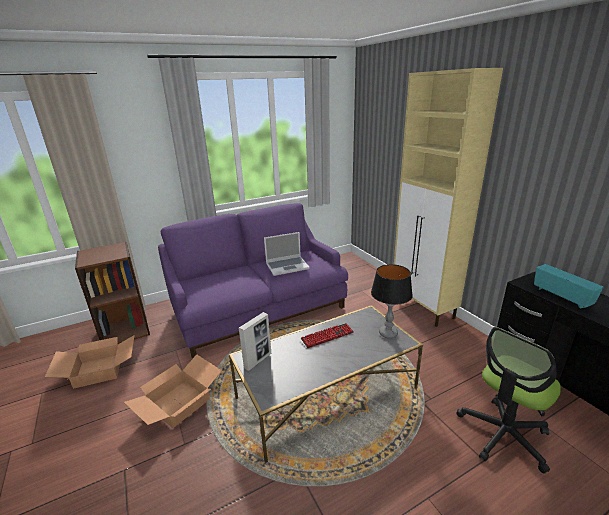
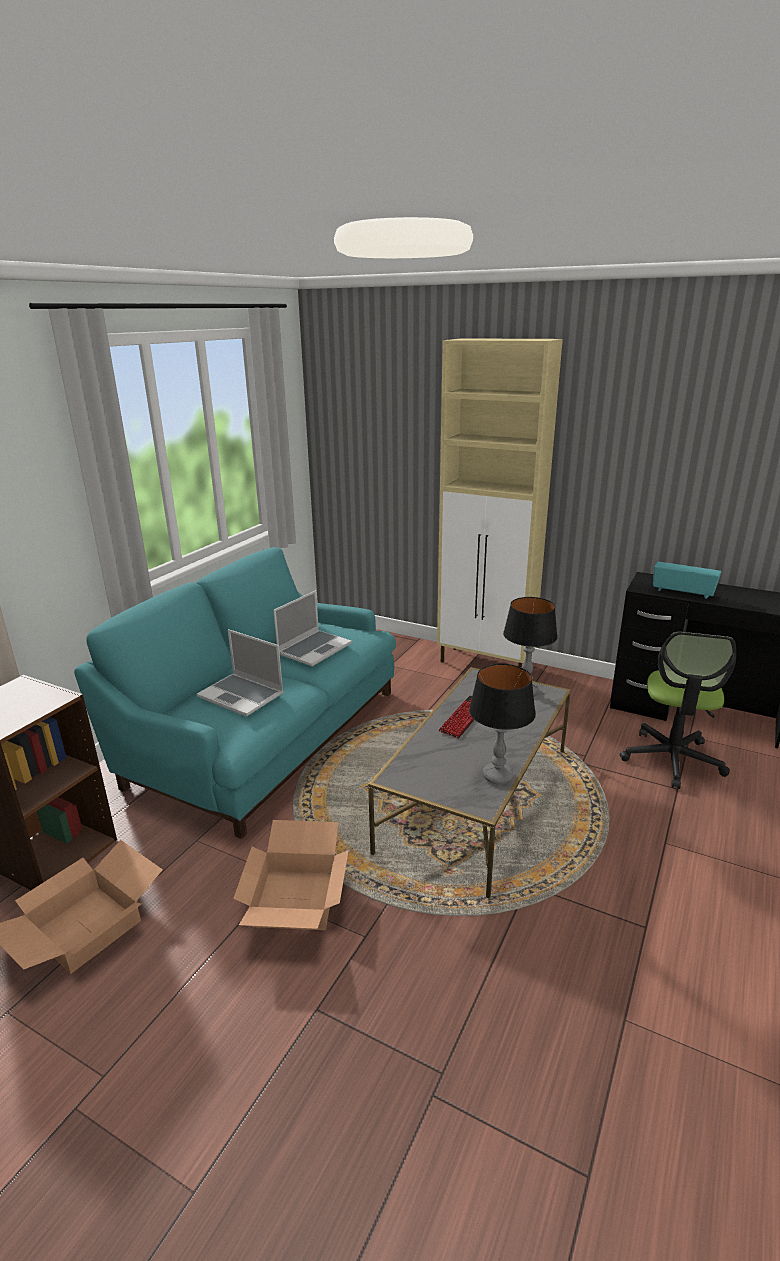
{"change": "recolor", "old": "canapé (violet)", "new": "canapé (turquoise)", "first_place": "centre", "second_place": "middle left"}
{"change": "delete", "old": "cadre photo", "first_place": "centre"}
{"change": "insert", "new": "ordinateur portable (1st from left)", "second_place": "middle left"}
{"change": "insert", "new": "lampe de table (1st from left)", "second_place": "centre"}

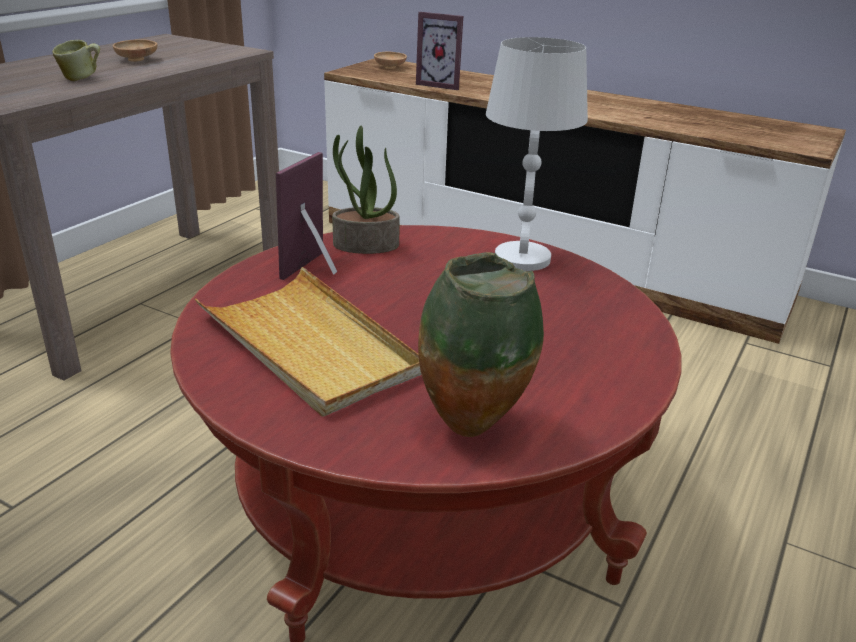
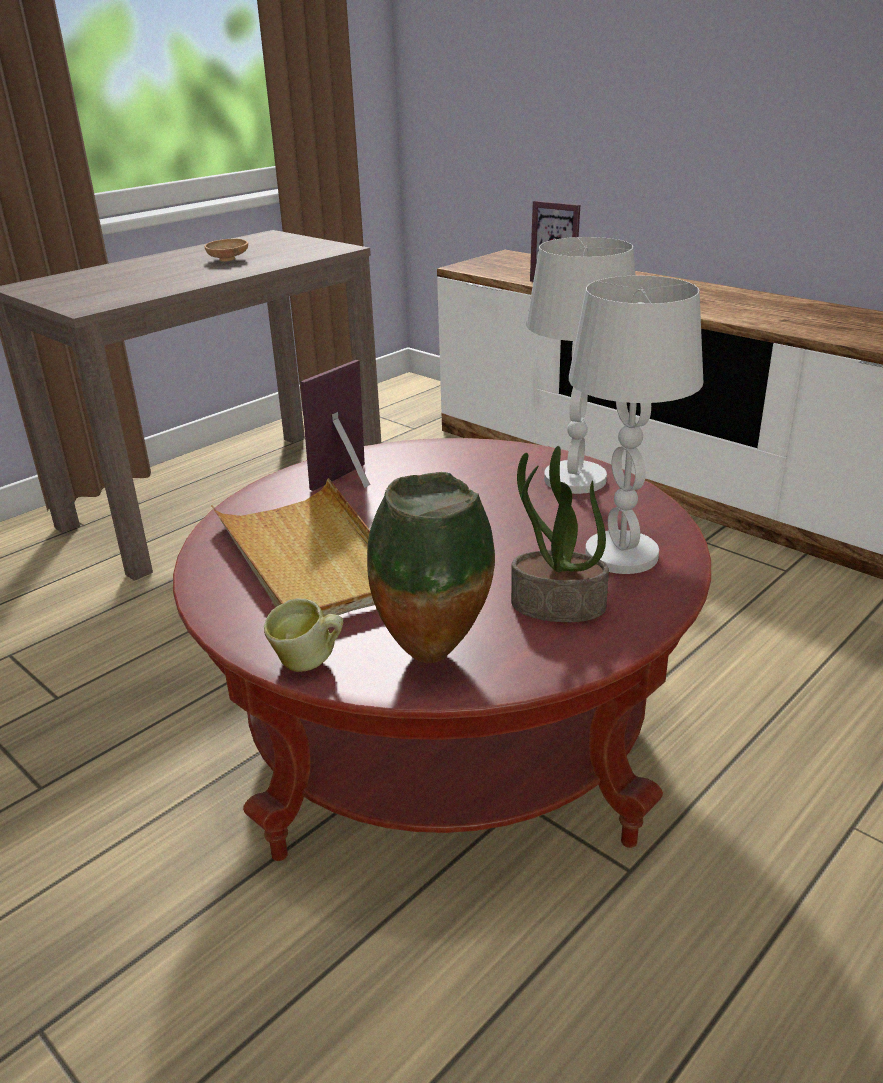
{"change": "move", "old": "mug", "first_place": "top left", "second_place": "centre"}
{"change": "move", "old": "plante en pot", "first_place": "top centre", "second_place": "centre"}
{"change": "delete", "old": "bol (marron) (2nd from left)", "first_place": "top centre"}
{"change": "insert", "new": "lampe de table (blanc) (2nd from left)", "second_place": "middle right"}

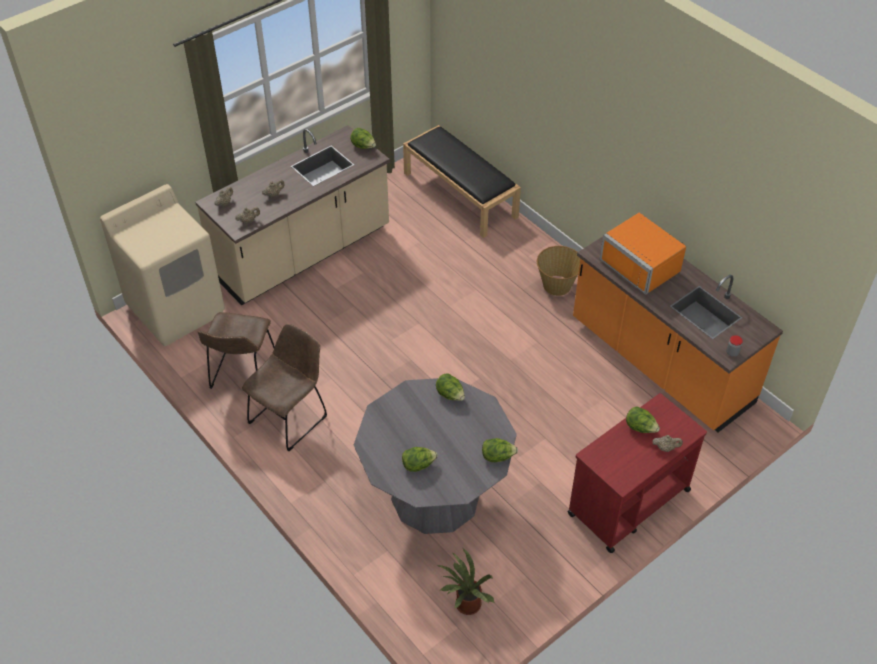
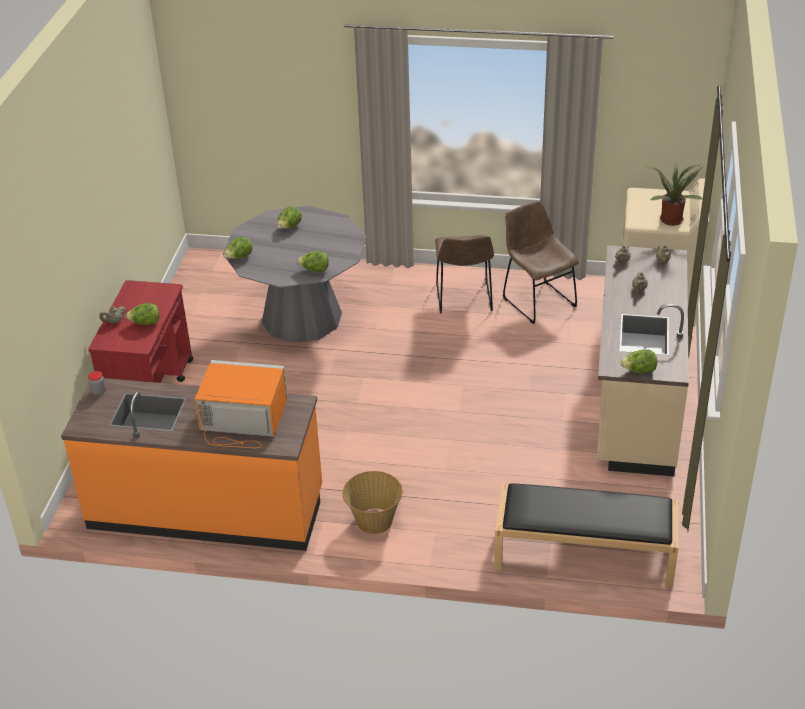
{"change": "move", "old": "plante en pot", "first_place": "bottom centre", "second_place": "top right"}

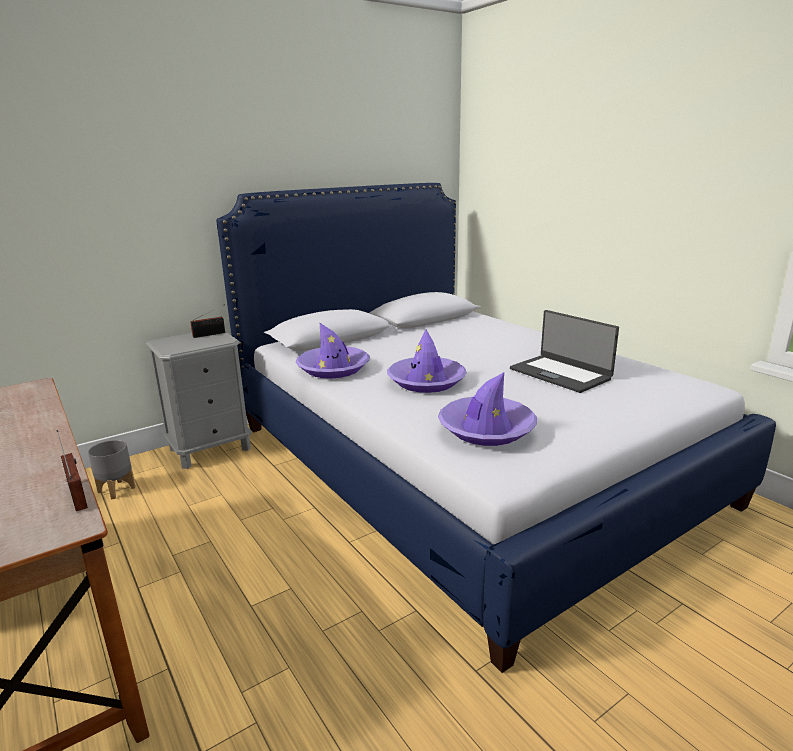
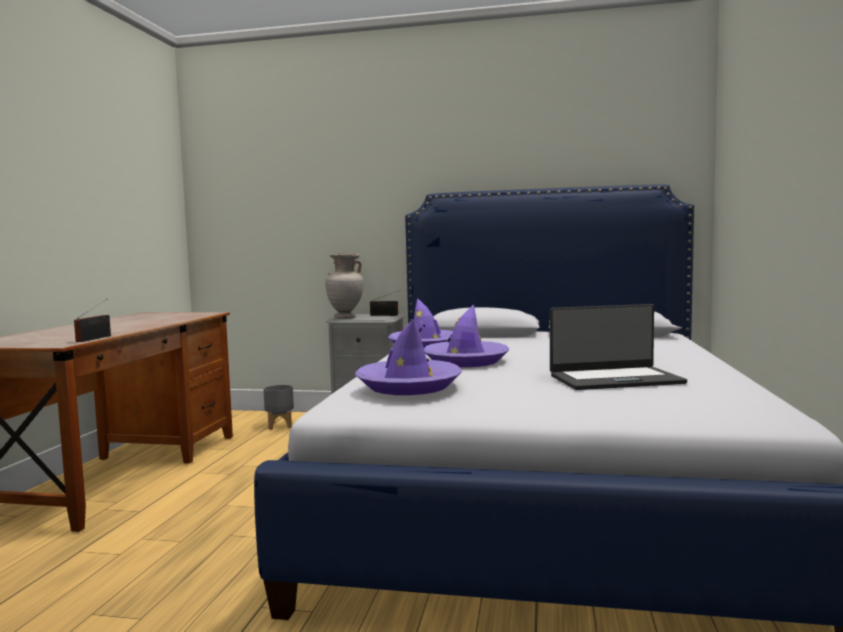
{"change": "rotate", "old": "ordinateur portable", "first_place": "middle right", "second_place": "middle right", "degrees": -105}
{"change": "insert", "new": "vase (beige)", "second_place": "centre"}

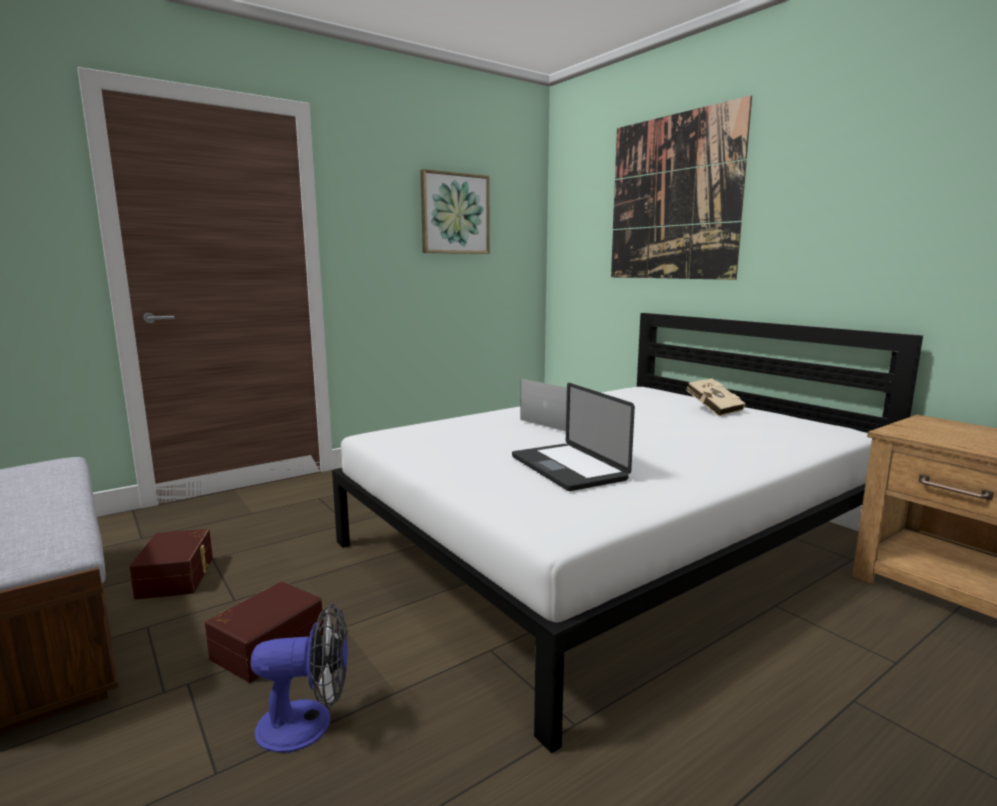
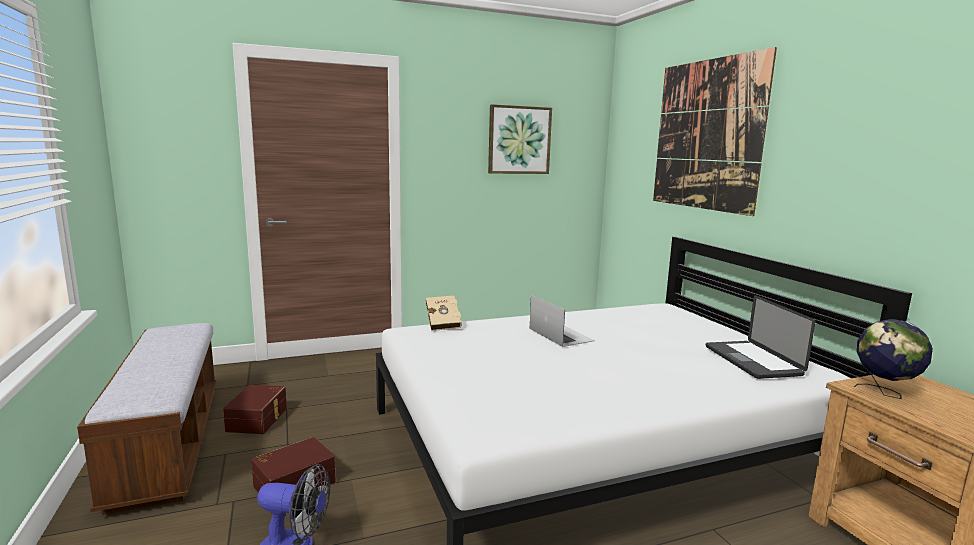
{"change": "move", "old": "ordinateur portable (2nd from left)", "first_place": "centre", "second_place": "middle right"}
{"change": "move", "old": "livre (beige)", "first_place": "middle right", "second_place": "centre"}
{"change": "insert", "new": "globe", "second_place": "middle right"}

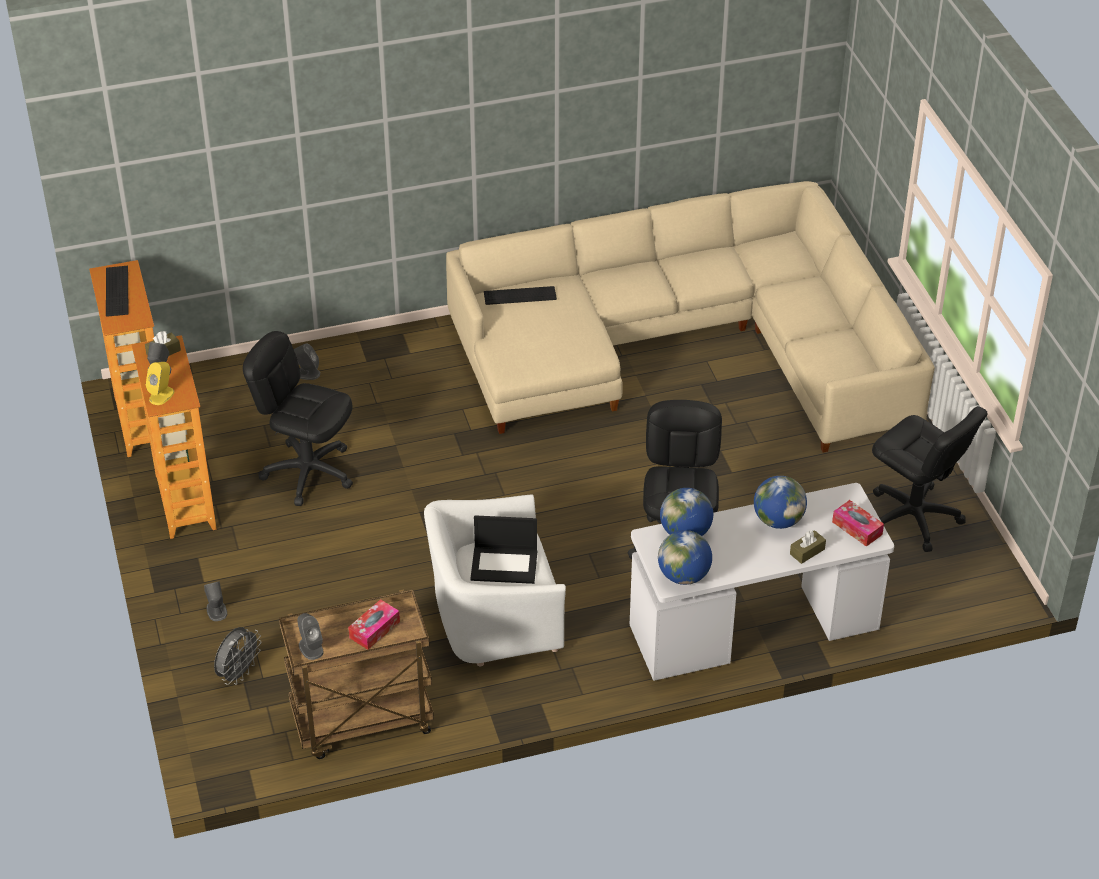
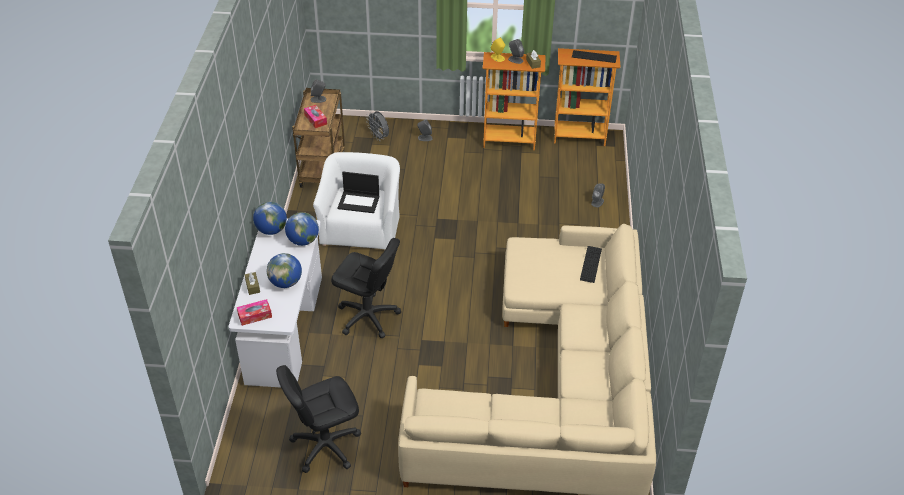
{"change": "delete", "old": "chaise de bureau (noir) (1st from left)", "first_place": "middle left"}
{"change": "rotate", "old": "ordinateur portable", "first_place": "centre", "second_place": "centre", "degrees": -105}

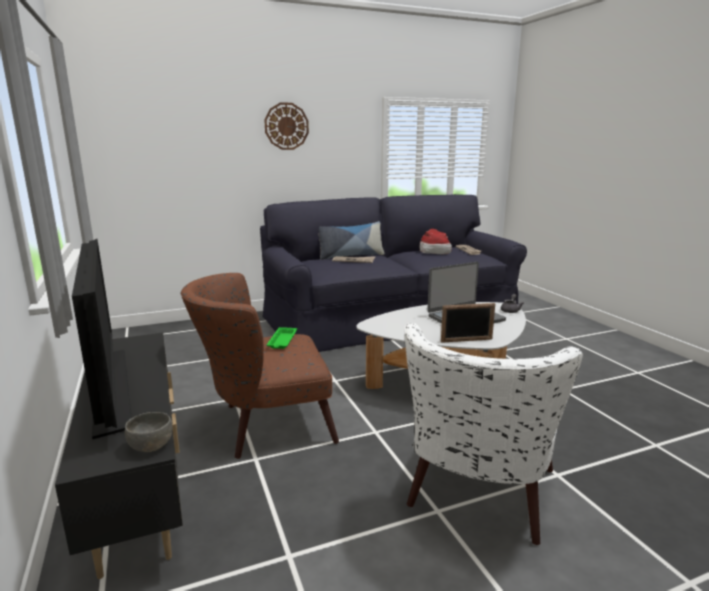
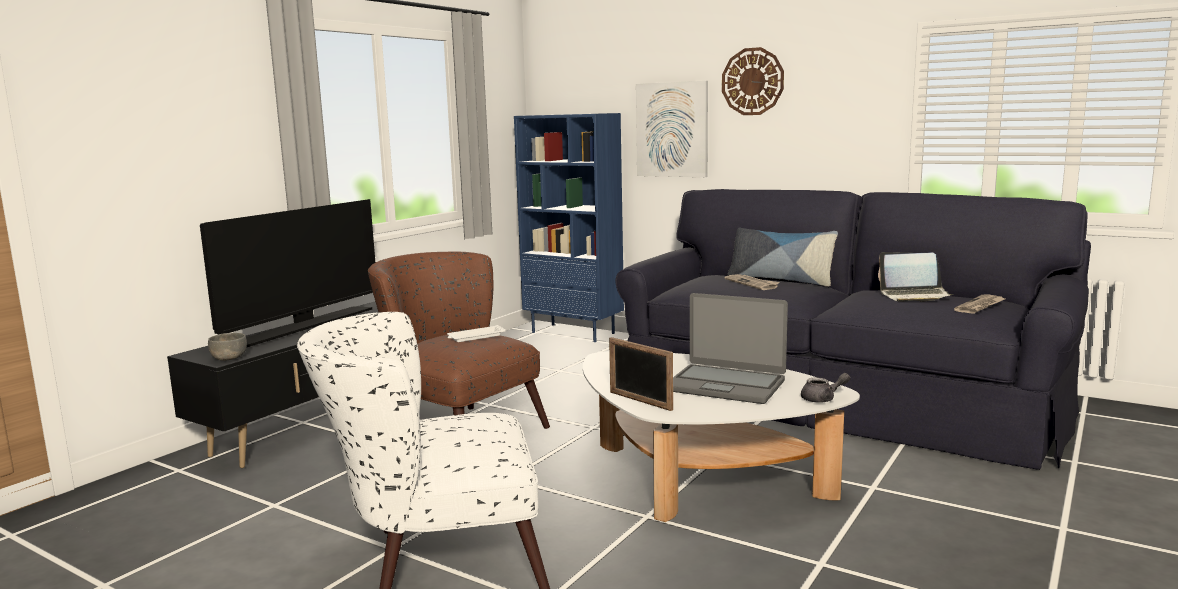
{"change": "recolor", "old": "plateau (vert)", "new": "plateau (blanc)", "first_place": "centre", "second_place": "centre"}
{"change": "replace", "old": "chapeau", "new": "ordinateur portable (2nd from left)", "first_place": "centre", "second_place": "middle right"}
{"change": "insert", "new": "bibliothèque (bleu)", "second_place": "centre"}
{"change": "insert", "new": "tableau", "second_place": "top centre"}

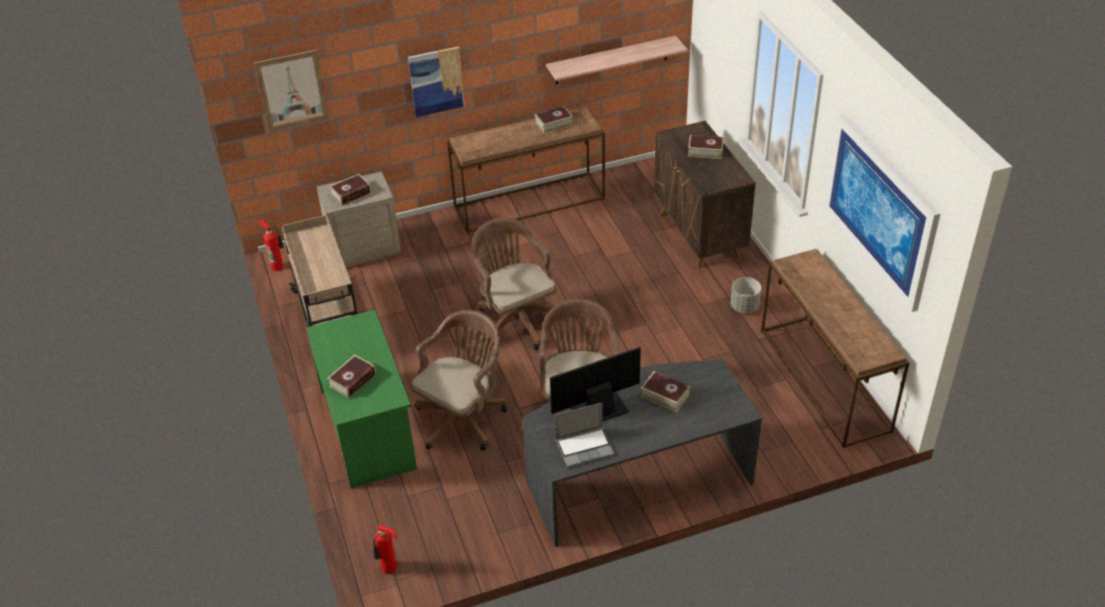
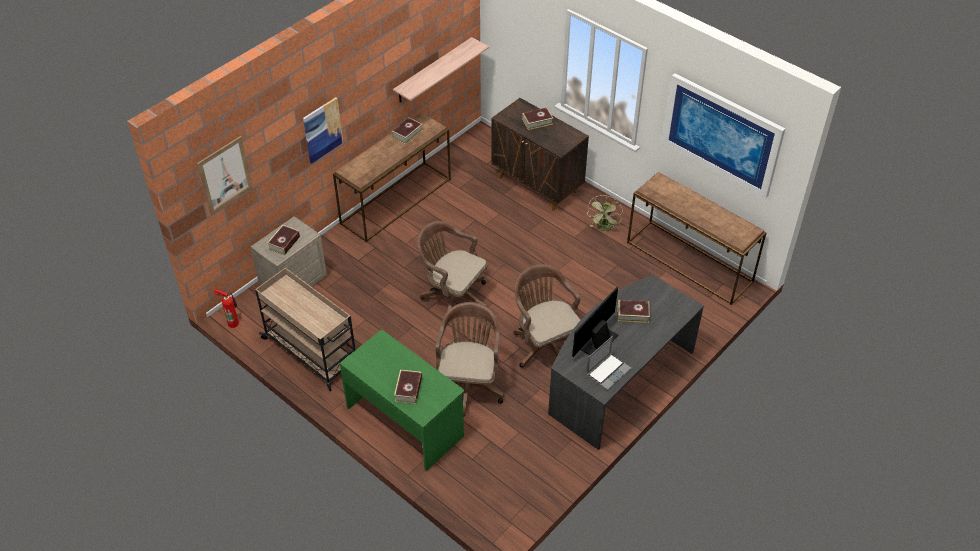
{"change": "delete", "old": "extincteur (2nd from left)", "first_place": "bottom centre"}
{"change": "replace", "old": "cache-pot (gris)", "new": "ventilateur (vert)", "first_place": "middle right", "second_place": "centre"}

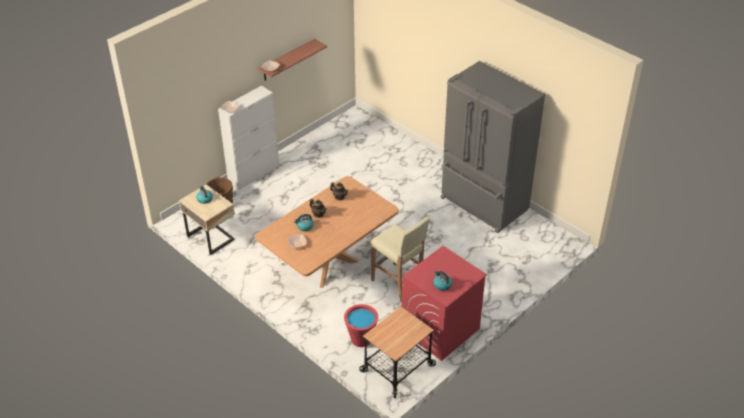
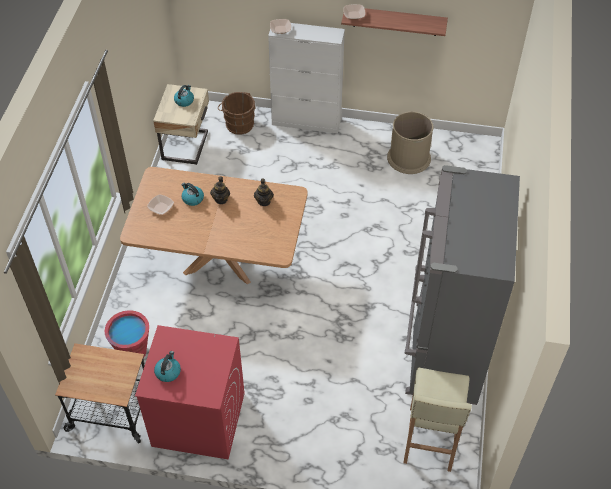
{"change": "move", "old": "tabouret (beige)", "first_place": "centre", "second_place": "bottom right"}
{"change": "insert", "new": "poubelle (marron)", "second_place": "top right"}

